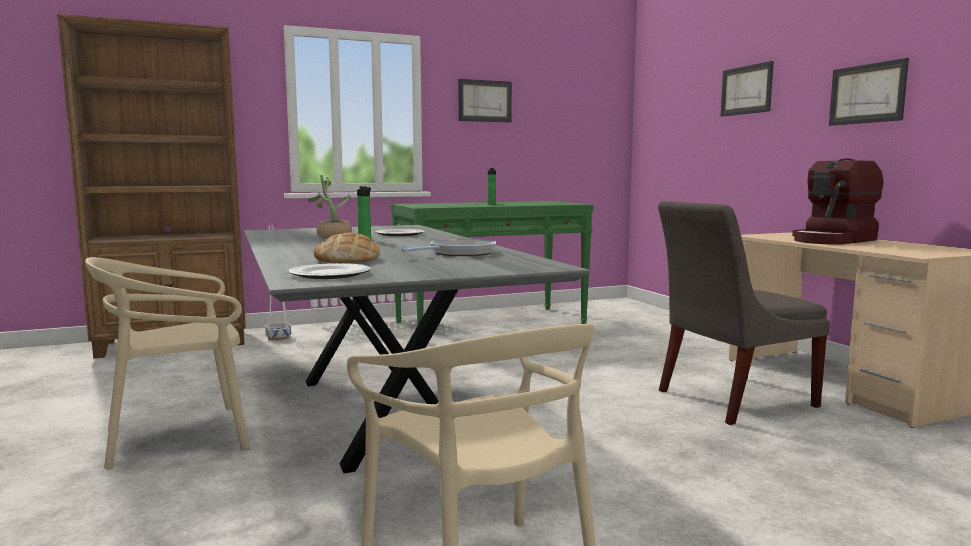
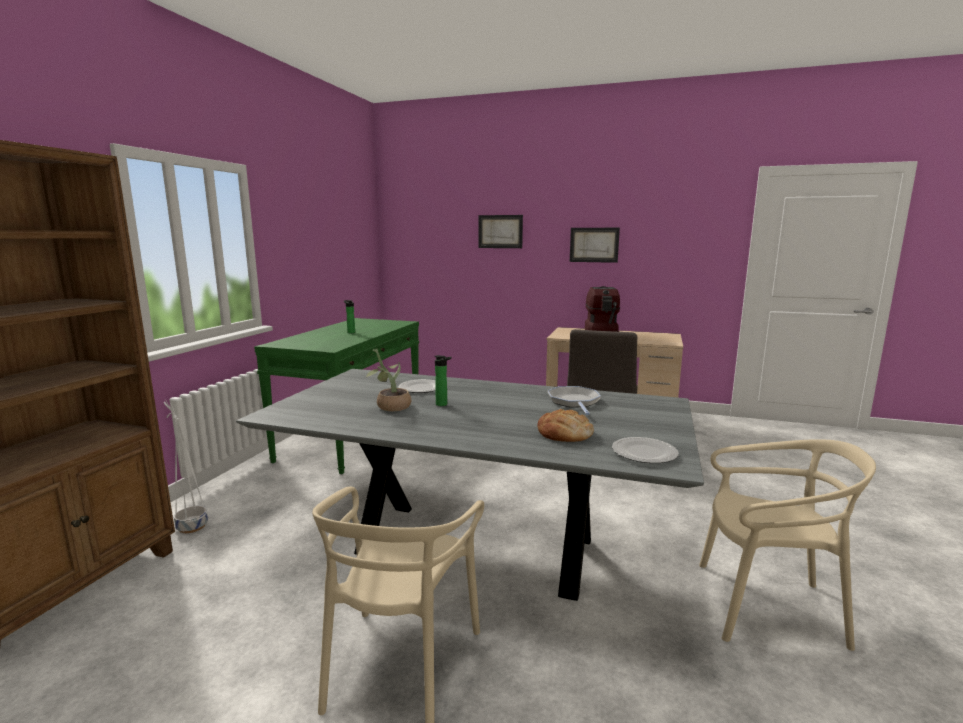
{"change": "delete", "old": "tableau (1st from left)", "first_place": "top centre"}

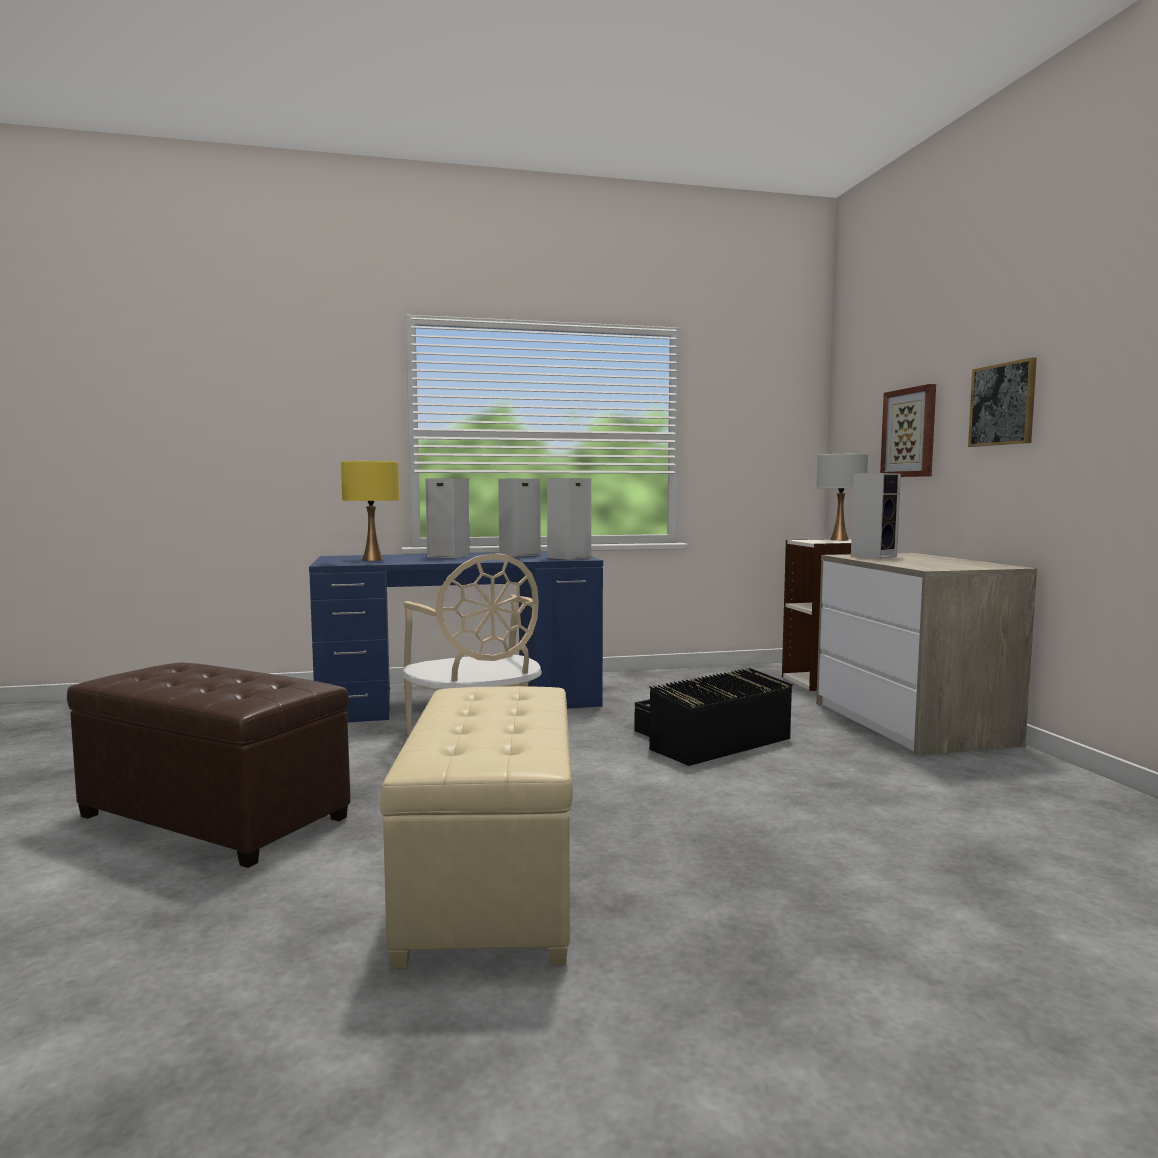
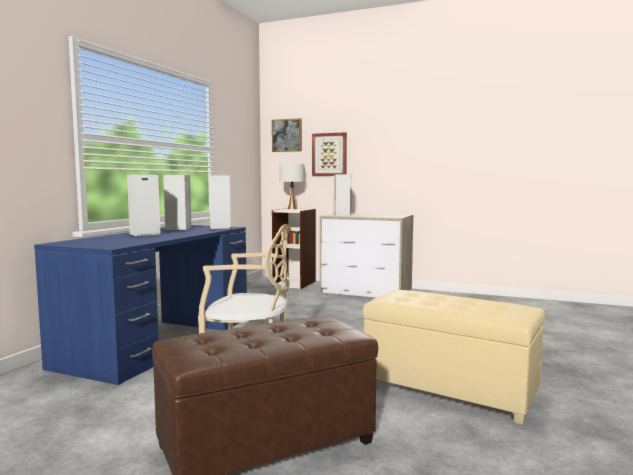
{"change": "delete", "old": "lampe de table (jaune)", "first_place": "middle left"}
{"change": "delete", "old": "boîte de rangement (noir)", "first_place": "centre"}
{"change": "move", "old": "tableau (2nd from left in the first image)", "new": "tableau (1st from left)", "first_place": "middle right", "second_place": "top centre"}

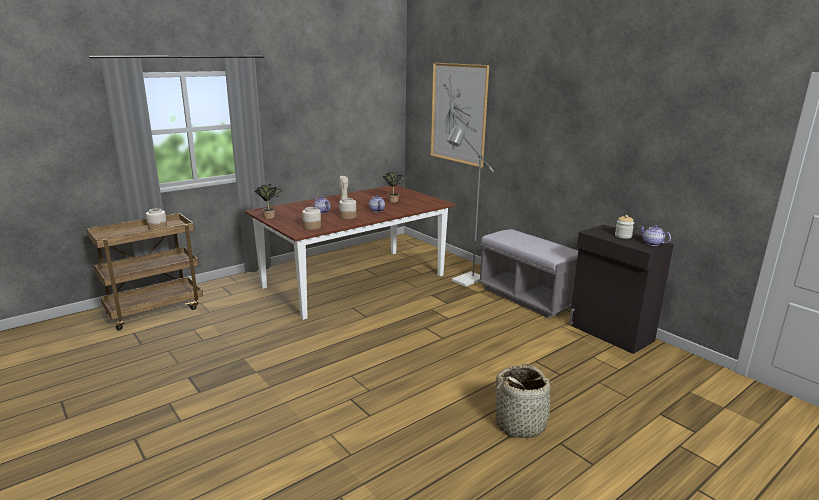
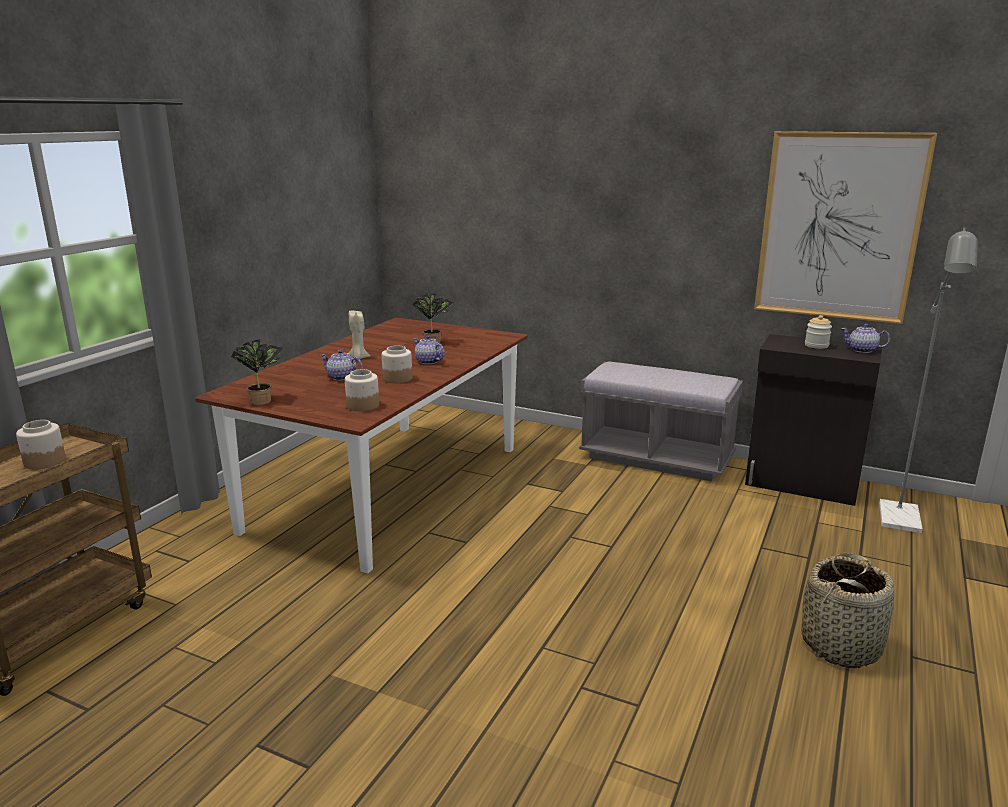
{"change": "move", "old": "tableau", "first_place": "top centre", "second_place": "top right"}
{"change": "move", "old": "lampadaire (gris)", "first_place": "centre", "second_place": "middle right"}

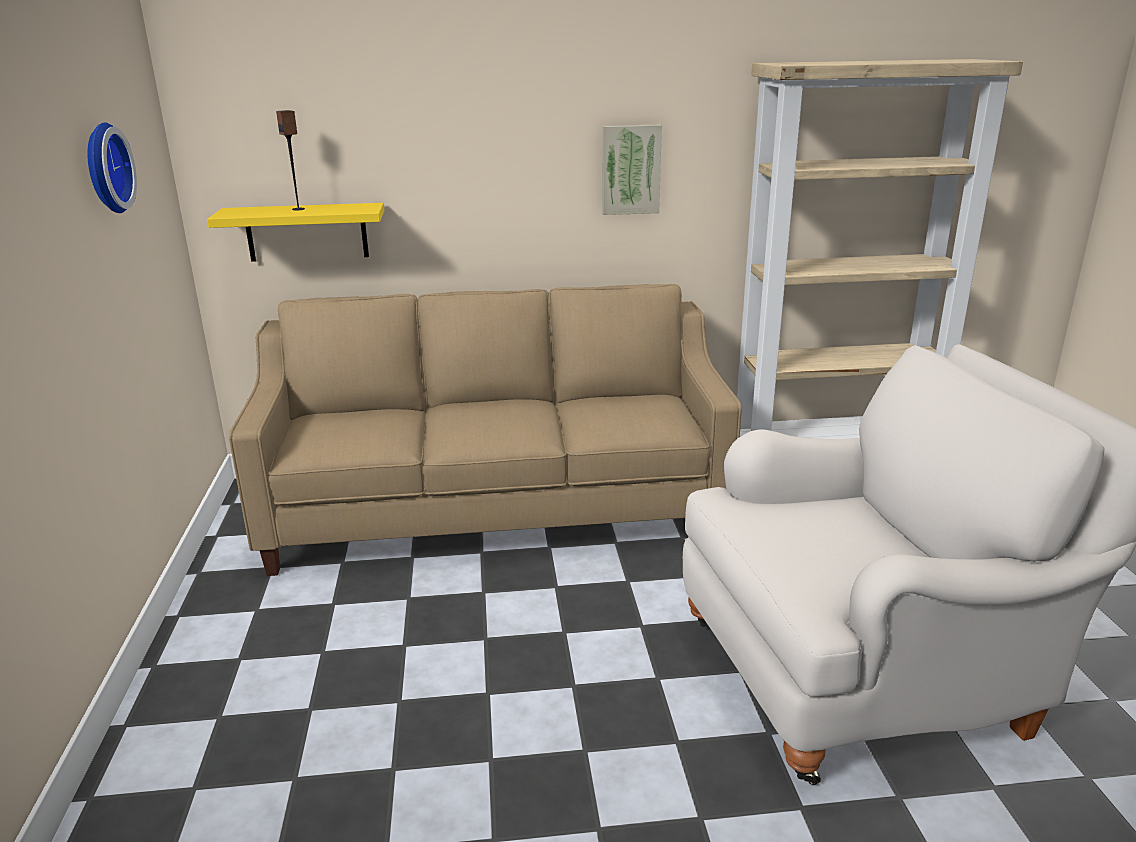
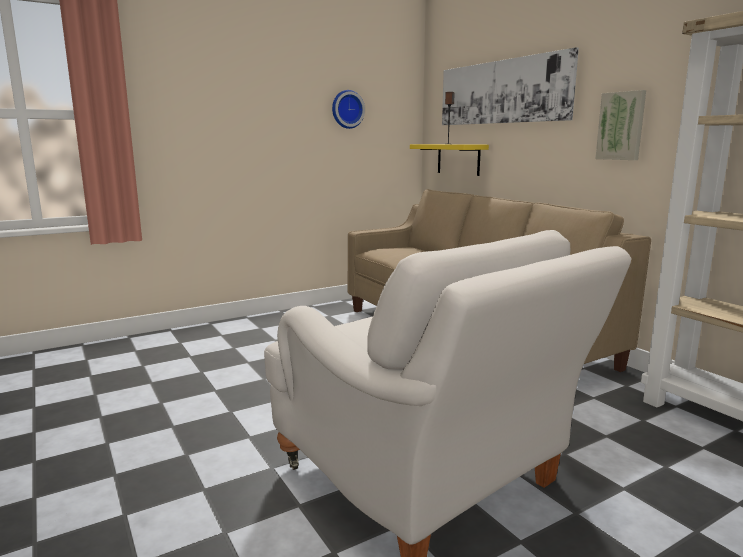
{"change": "insert", "new": "tableau (1st from left)", "second_place": "top right"}

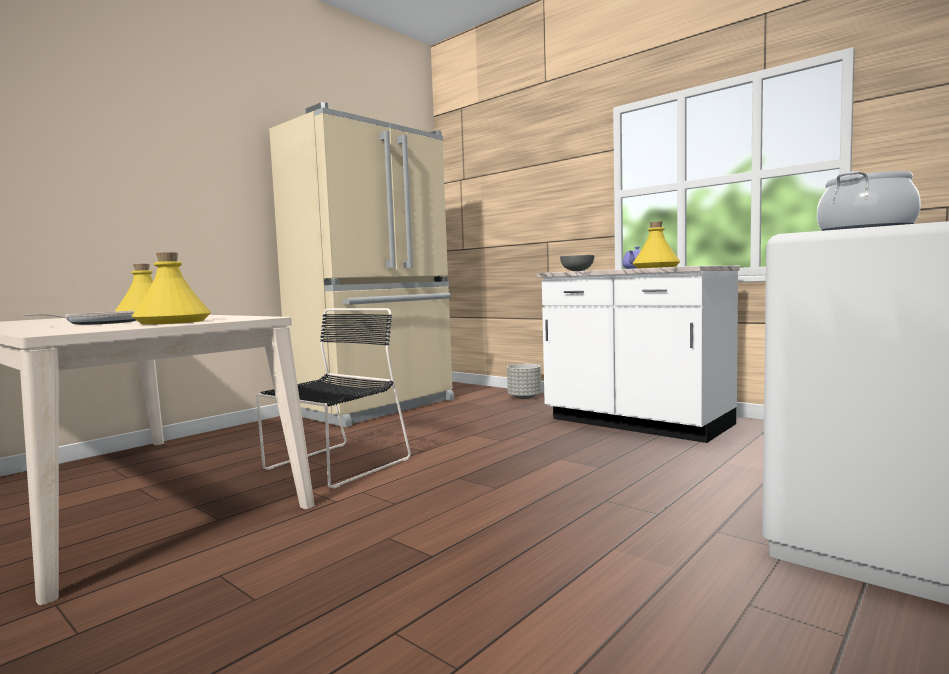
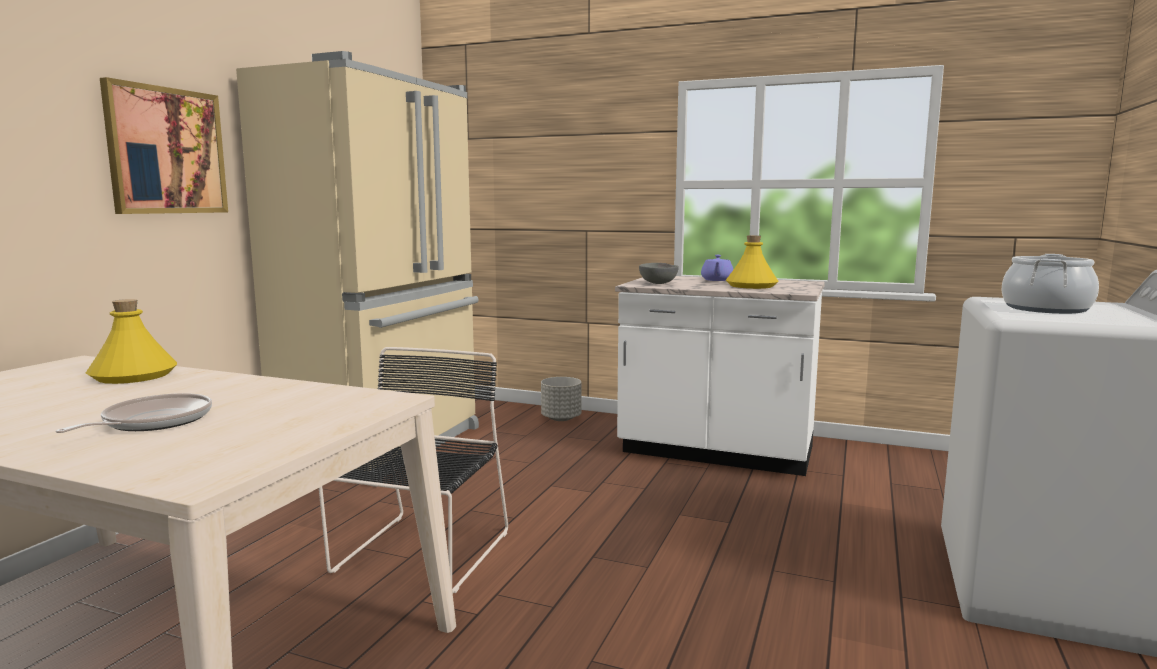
{"change": "delete", "old": "bouteille (jaune) (2nd from left)", "first_place": "middle left"}
{"change": "insert", "new": "tableau", "second_place": "top left"}

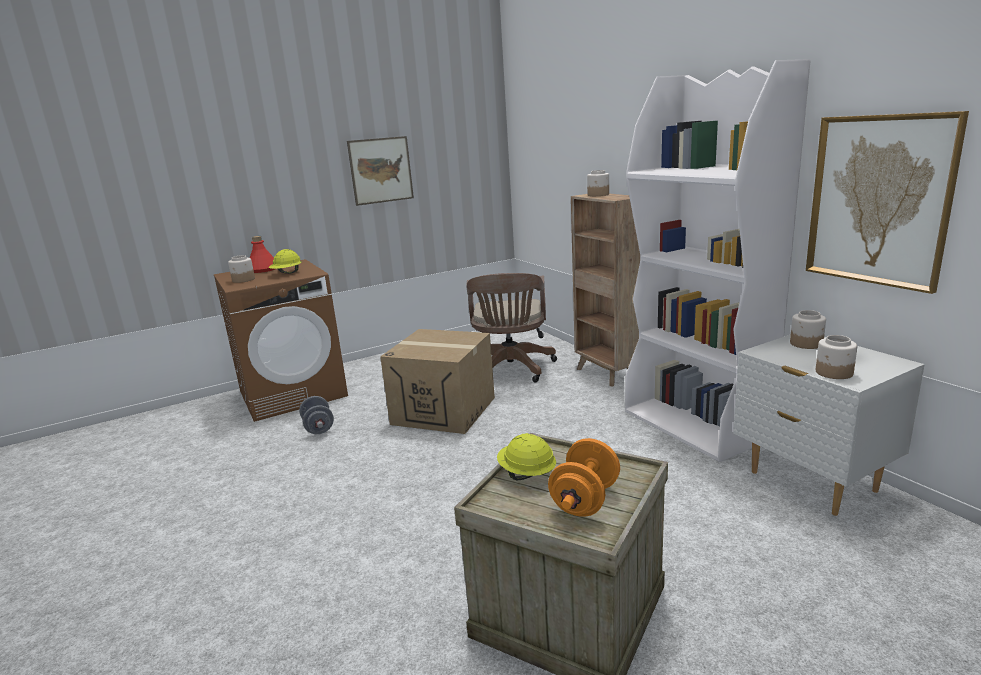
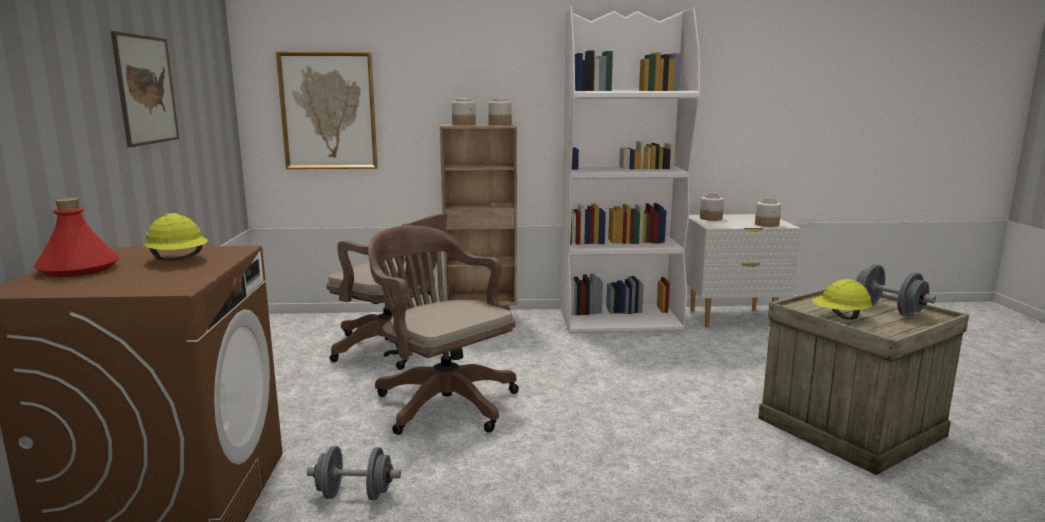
{"change": "move", "old": "bocal (1st from left in the first image)", "new": "bocal (2nd from left)", "first_place": "middle left", "second_place": "top centre"}
{"change": "replace", "old": "carton", "new": "chaise de bureau (marron) (2nd from left)", "first_place": "centre", "second_place": "centre"}
{"change": "recolor", "old": "haltère (orange)", "new": "haltère (gris) (2nd from left)", "first_place": "bottom centre", "second_place": "middle right"}
{"change": "move", "old": "tableau (2nd from left)", "first_place": "top right", "second_place": "top left"}

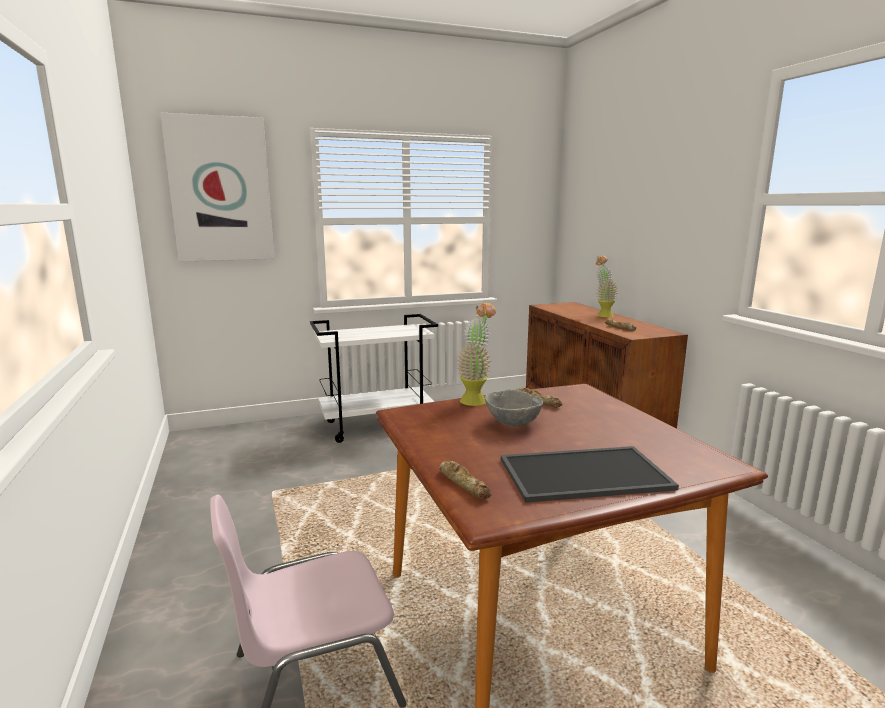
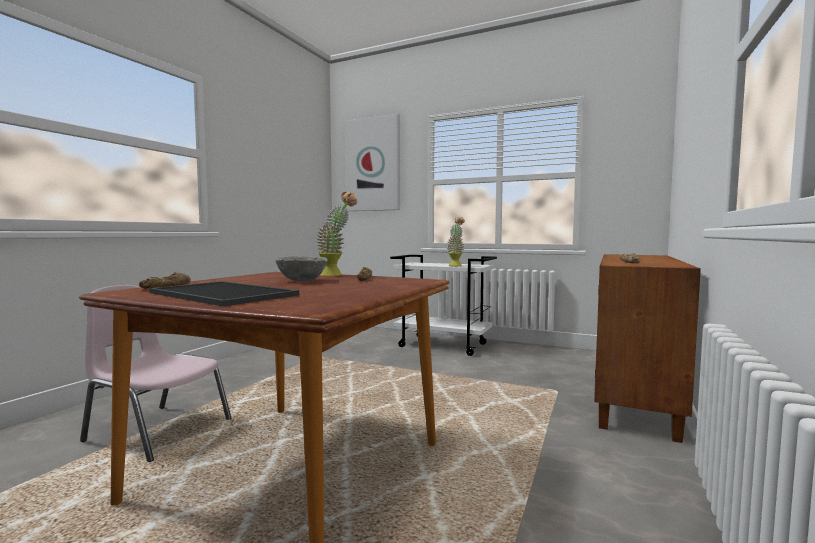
{"change": "move", "old": "plante en pot (2nd from left)", "first_place": "middle right", "second_place": "centre"}

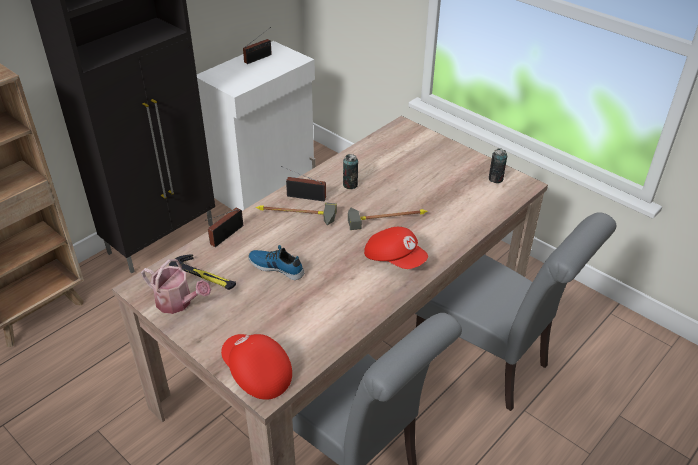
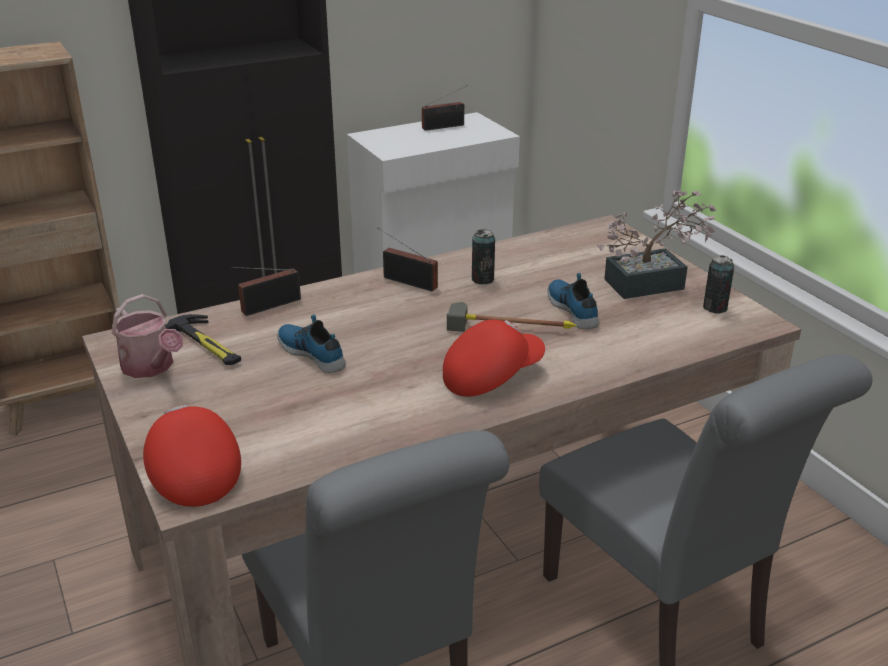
{"change": "delete", "old": "marteau (2nd from left)", "first_place": "centre"}
{"change": "rotate", "old": "casquette (rouge) (2nd from left)", "first_place": "centre", "second_place": "centre", "degrees": -90}
{"change": "insert", "new": "chaussure (2nd from left)", "second_place": "centre"}
{"change": "insert", "new": "plante en pot", "second_place": "middle right"}

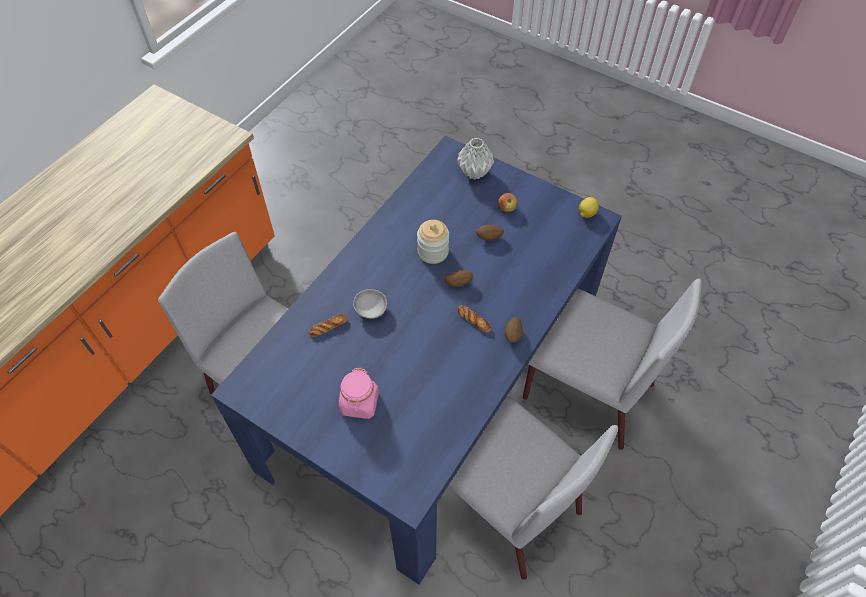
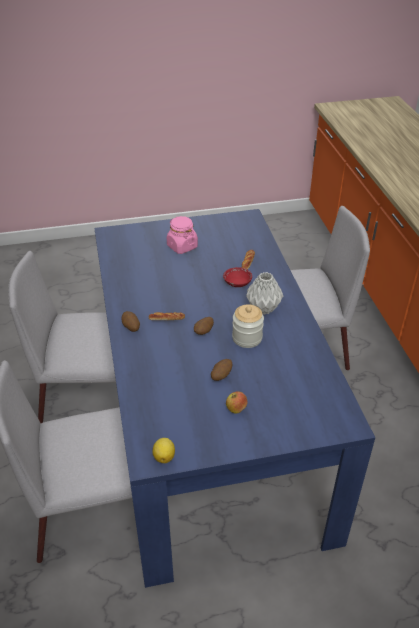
{"change": "recolor", "old": "bol (gris)", "new": "bol (rouge)", "first_place": "centre", "second_place": "centre"}
{"change": "move", "old": "vase (gris)", "first_place": "top centre", "second_place": "centre"}

